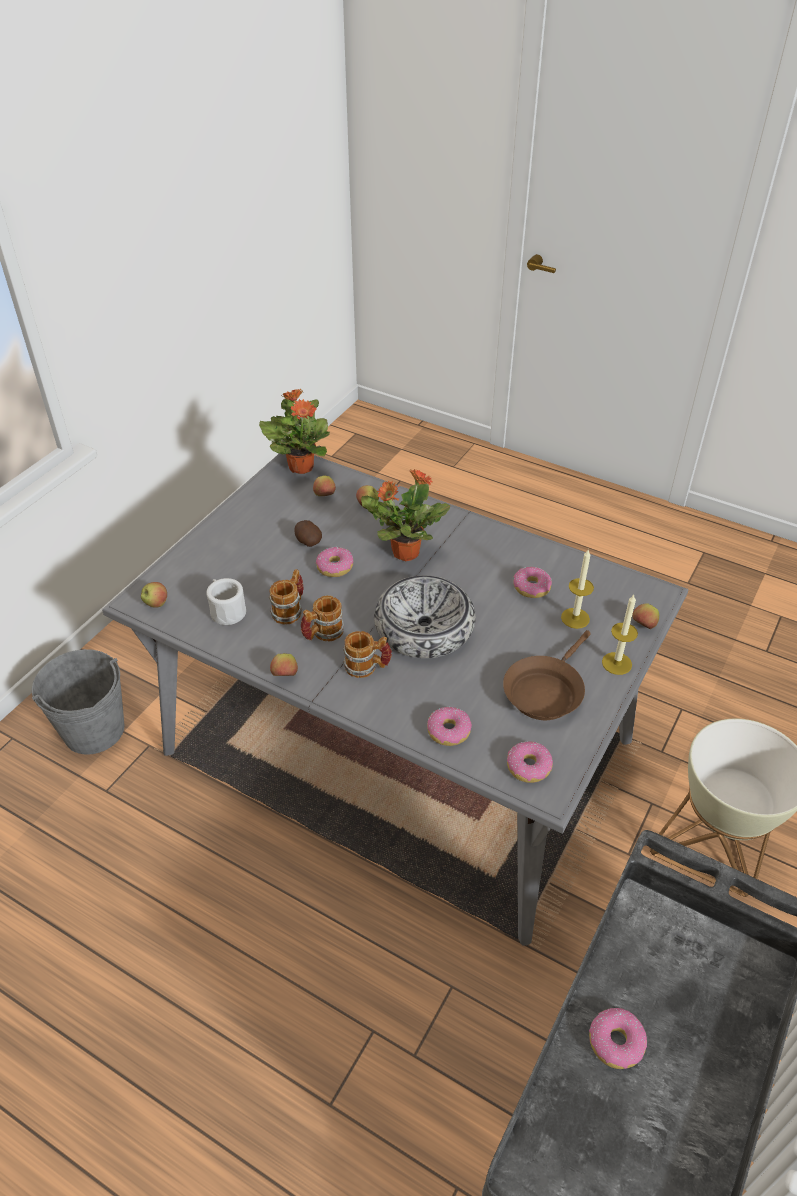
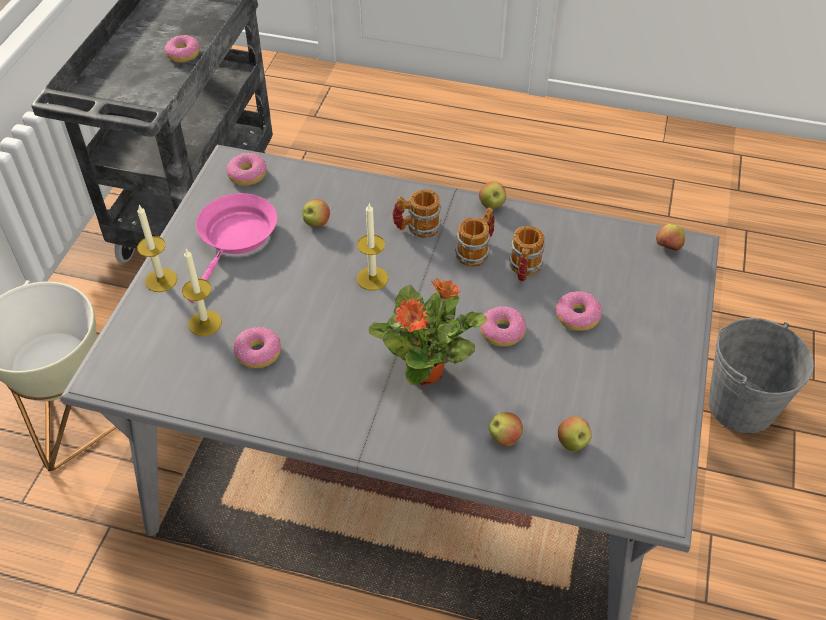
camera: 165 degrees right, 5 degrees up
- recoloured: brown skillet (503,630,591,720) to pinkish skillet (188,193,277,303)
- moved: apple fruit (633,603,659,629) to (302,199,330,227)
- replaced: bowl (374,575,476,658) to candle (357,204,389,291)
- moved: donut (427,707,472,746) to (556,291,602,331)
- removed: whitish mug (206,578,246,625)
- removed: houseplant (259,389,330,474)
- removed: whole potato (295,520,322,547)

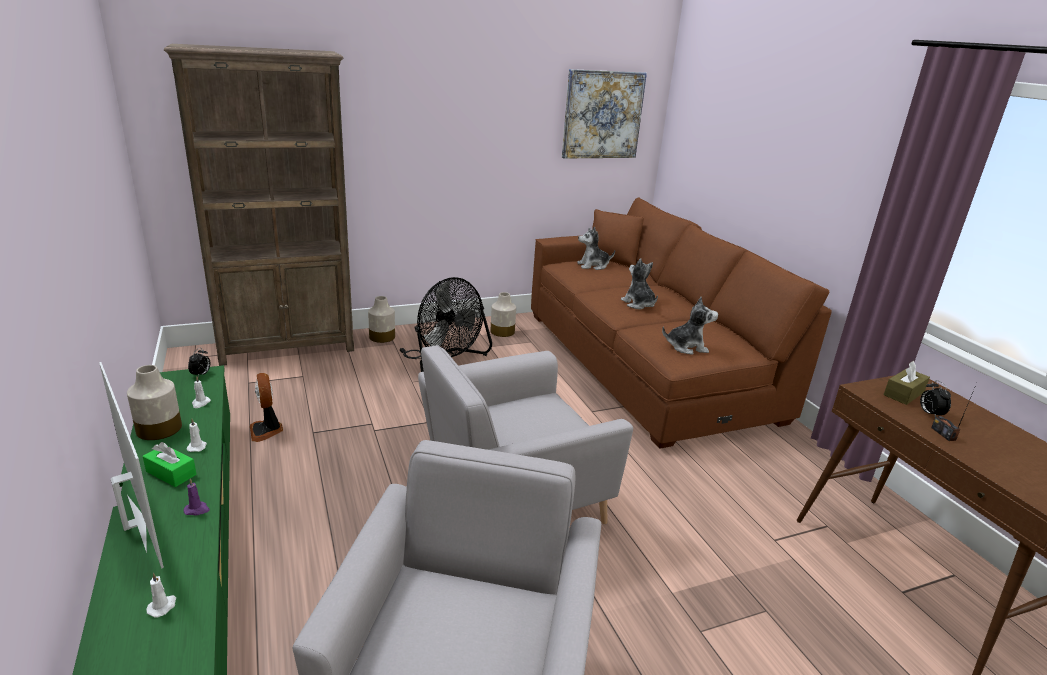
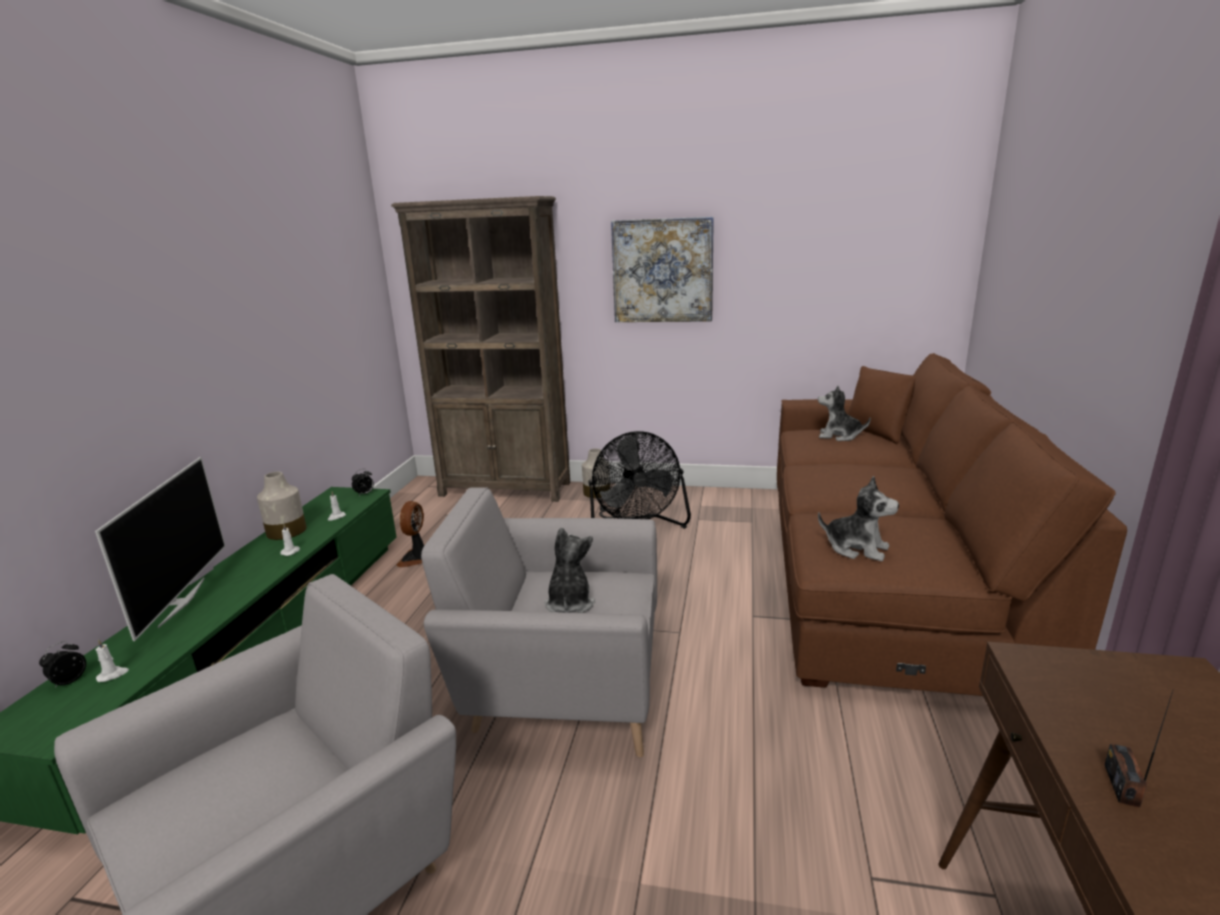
camera: 35 degrees right, 5 degrees down
- moved: alarm clock (920,380,951,417) to (39,641,86,688)
- moved: plush toy (621,258,658,309) to (545,528,595,613)
- moved: wall picture (562,69,647,158) to (611,217,714,322)
- removed: green-coloured box of tissues (143,442,197,487)
- removed: purplish candle (184,478,210,516)
- removed: sand-coloured flower vase (490,292,516,337)
- removed: brown box of tissues (883,361,930,405)

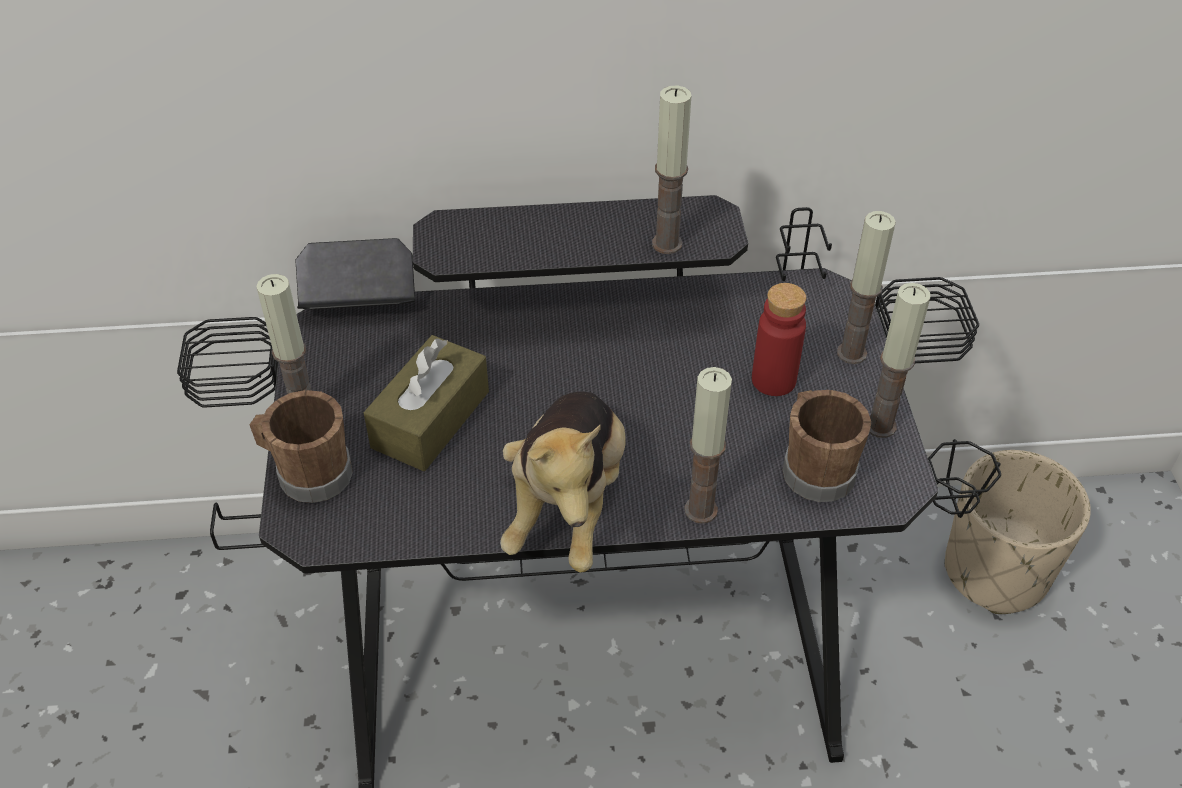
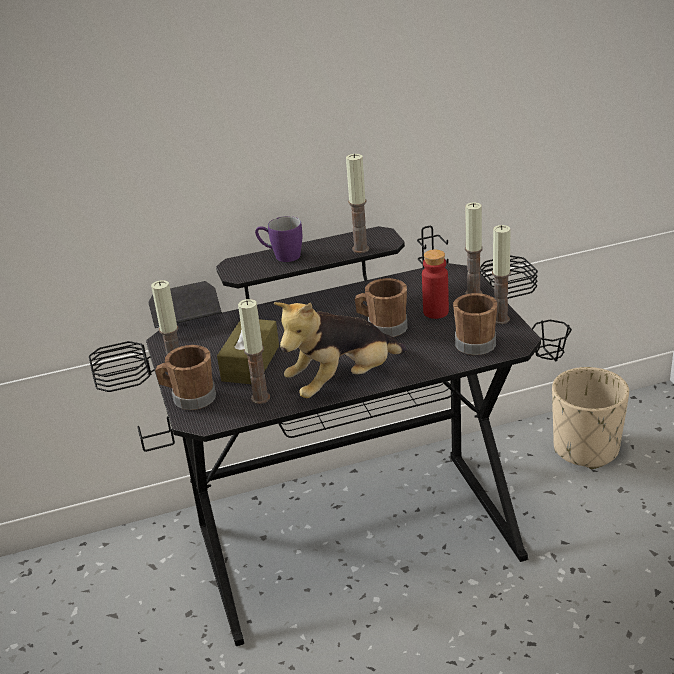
camera: 10 degrees left, 15 degrees down
- moved: candle (685,367,732,524) to (238,299,270,404)
- added: purplish mug (255,216,302,262)
- turned: plush toy (500,391,626,572) = (274,302,407,398) 60 degrees clockwise
- added: brown mug (355,278,408,337)

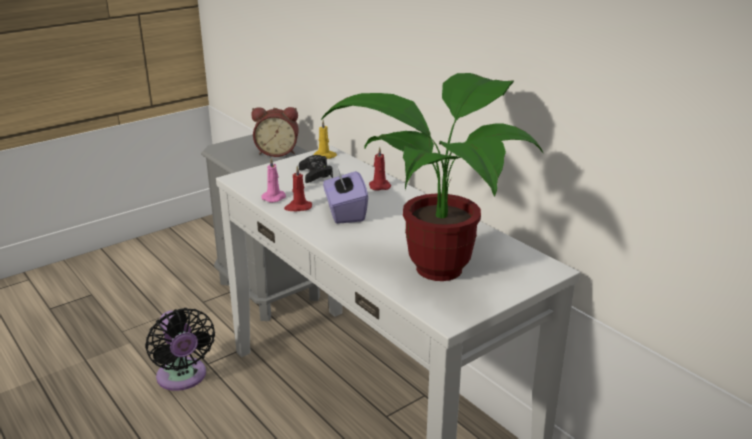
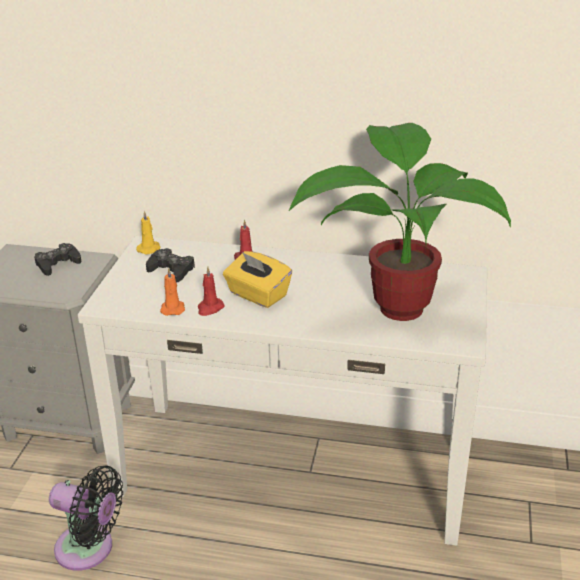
camera: 40 degrees left, 5 degrees up
- replaced: alarm clock (251,107,299,157) to black game controller (34,243,81,276)
- recoloured: pinkish candle (261,157,286,203) to orange candle (160,268,185,316)
- recoloured: purplish box of tissues (323,166,368,224) to yellowish box of tissues (223,251,292,308)

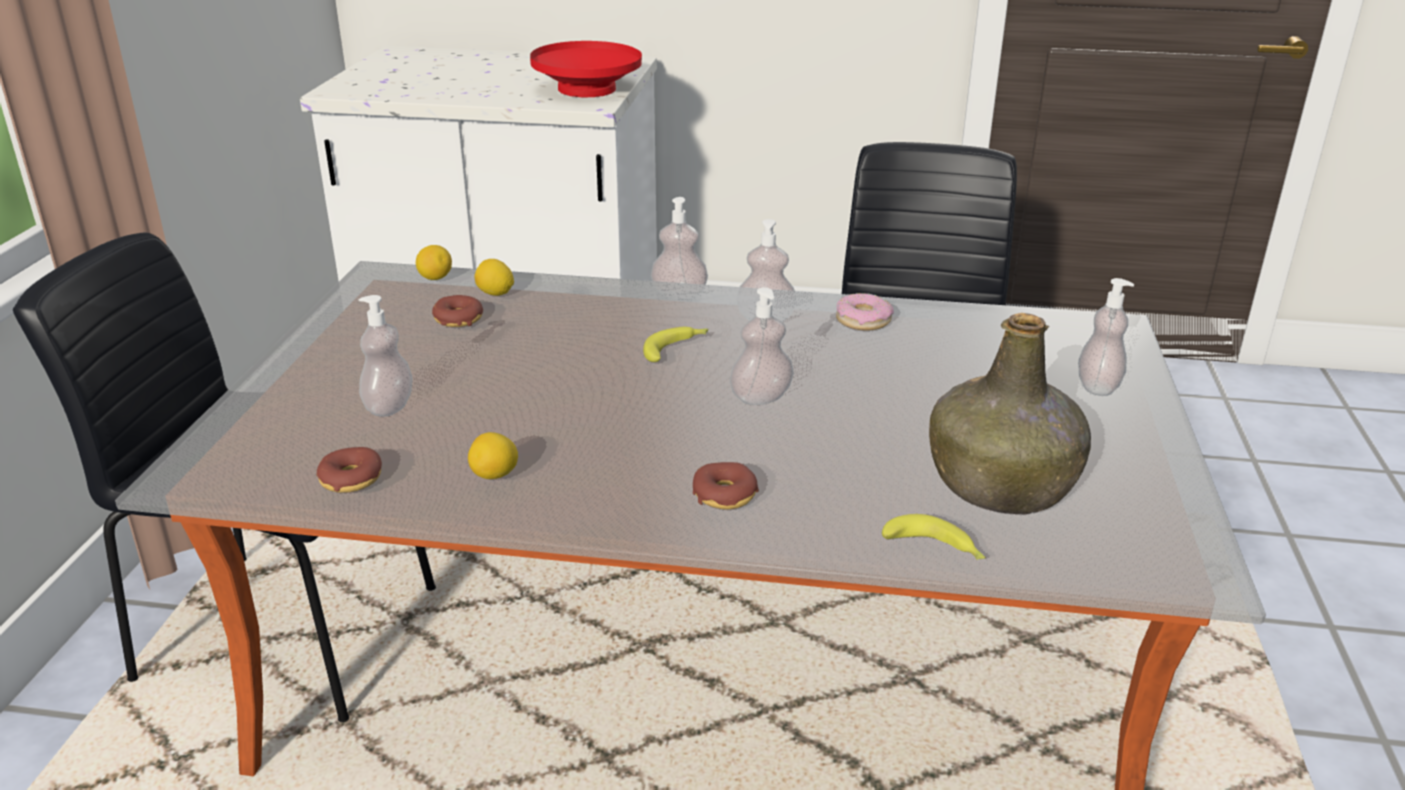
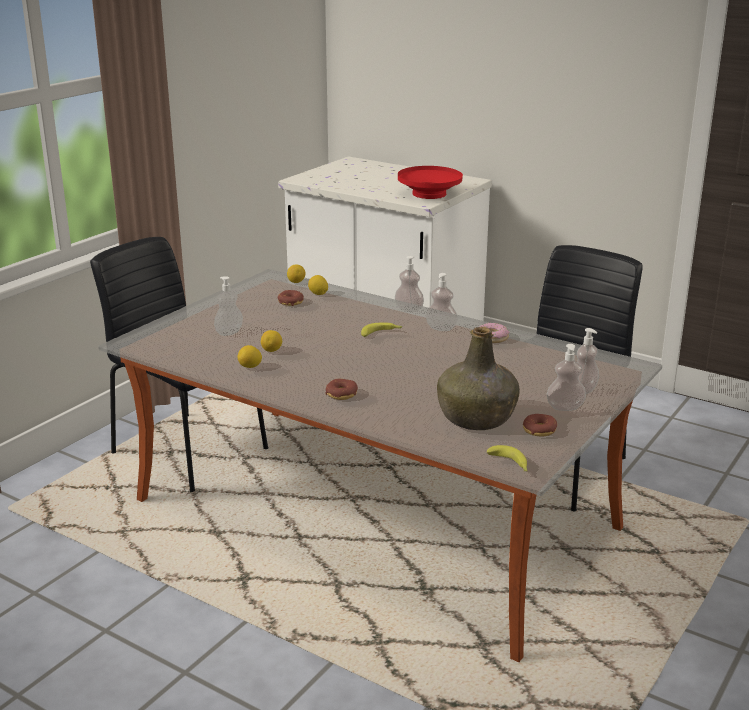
camera: 25 degrees right, 5 degrees down
- added: whole lemon (261,330,282,352)
- moved: banana fruit (882,514,986,560) to (487,445,528,471)
- moved: donut (316,447,382,493) to (523,414,557,437)
- moved: soap bottle (730,287,794,405) to (547,344,586,411)

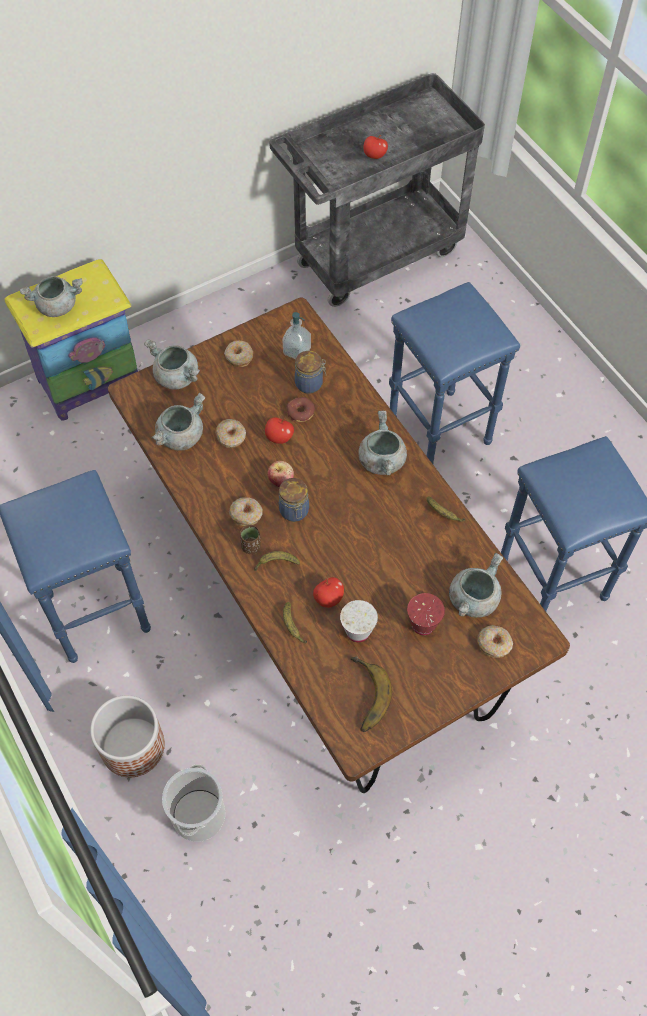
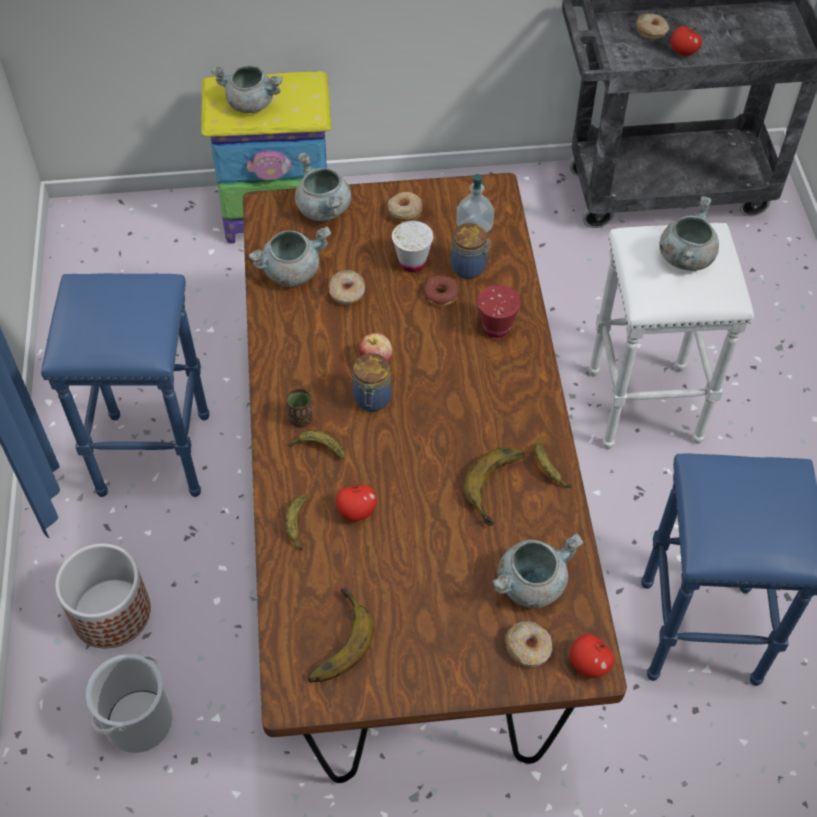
camera: 25 degrees right, 5 degrees down
- moved: whitish small cup (340,600,378,642) to (392,221,434,272)
- added: banana fruit (463,447,525,526)
- moved: reddish small cup (407,593,445,635) to (477,285,521,338)
- moved: apple fruit (265,417,294,444) to (570,634,615,678)
- recoloured: blue sitting stool (389,282,520,464) to whitish sitting stool (589,223,754,449)
- moved: donut (229,497,263,526) to (636,13,669,40)
- moved: greyish cooking pot (358,411,407,475) to (659,196,719,271)

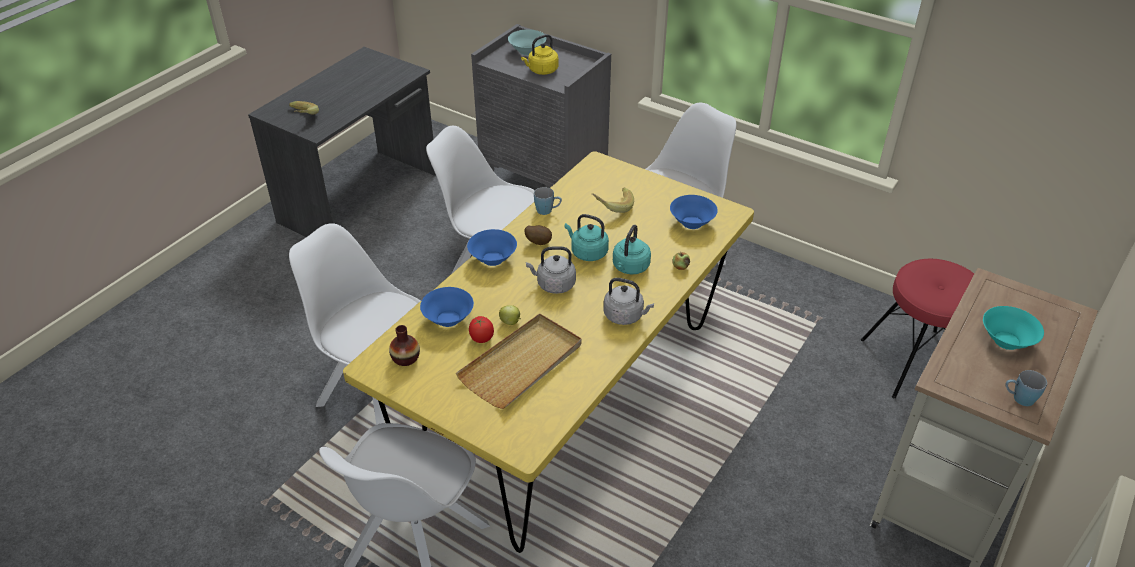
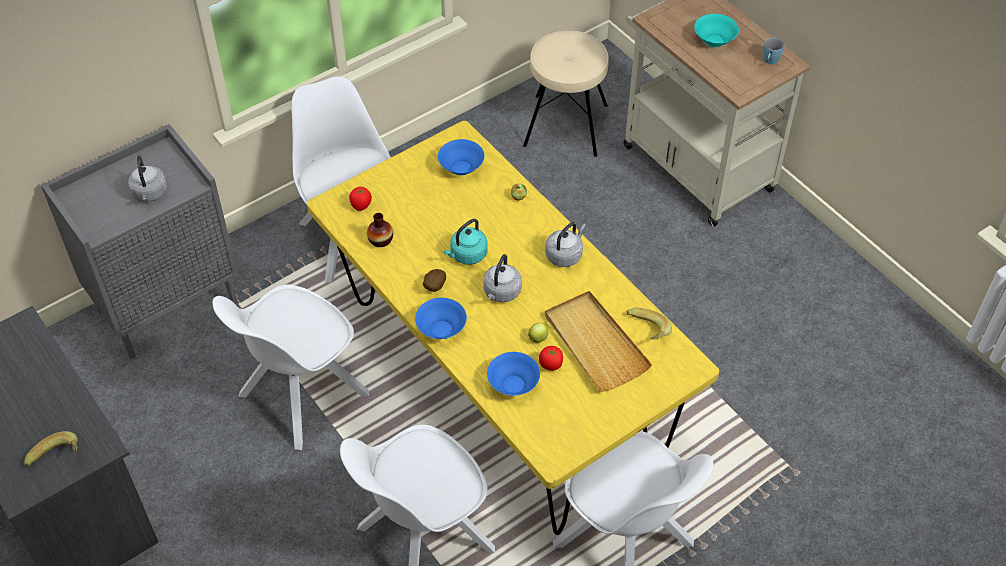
camera: 70 degrees left, 10 degrees up
- recoloured: yellowish water kettle (521,34,559,75) to greyish water kettle (128,155,167,202)
- added: tomato (349,187,372,211)
- moved: flower vase (389,325,420,366) to (367,213,393,247)
- recoloured: reddish sitting stool (861,259,974,398) to sand-coloured sitting stool (523,31,609,157)
- moved: banana fruit (592,188,634,213) to (627,308,672,339)
- removed: turquoise bowl (508,29,546,55)
- removed: blue mug (534,187,562,215)
- removed: turquoise water kettle (613,225,651,274)

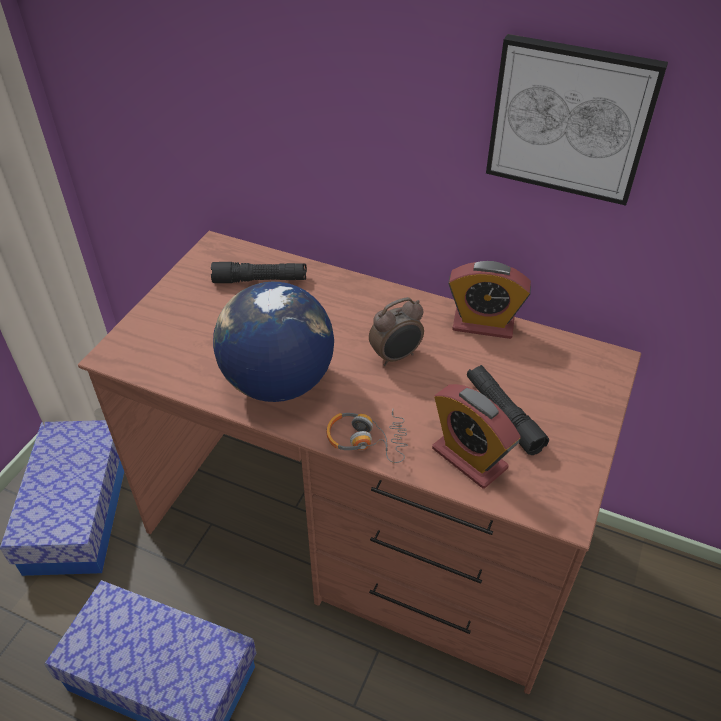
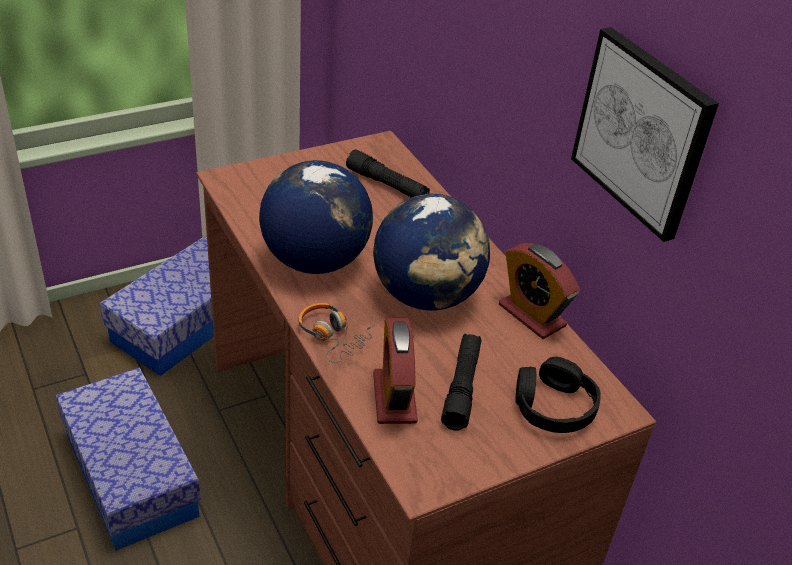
camera: 35 degrees right, 5 degrees down
- replaced: alarm clock (369,297,424,366) to world globe (373,194,490,311)
- added: black headset (515,357,601,433)

